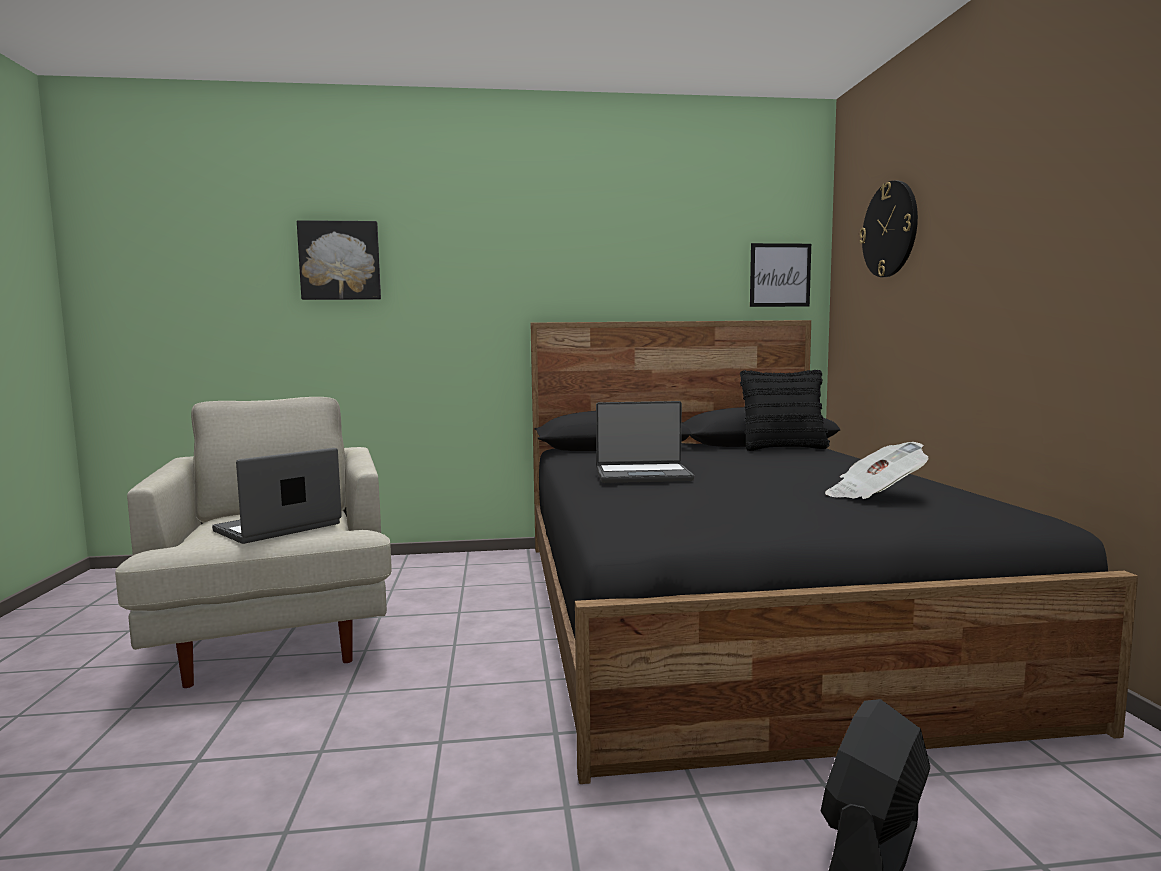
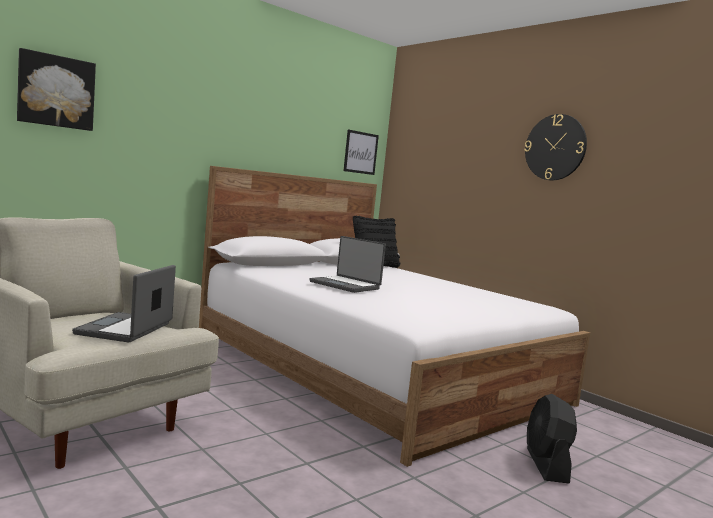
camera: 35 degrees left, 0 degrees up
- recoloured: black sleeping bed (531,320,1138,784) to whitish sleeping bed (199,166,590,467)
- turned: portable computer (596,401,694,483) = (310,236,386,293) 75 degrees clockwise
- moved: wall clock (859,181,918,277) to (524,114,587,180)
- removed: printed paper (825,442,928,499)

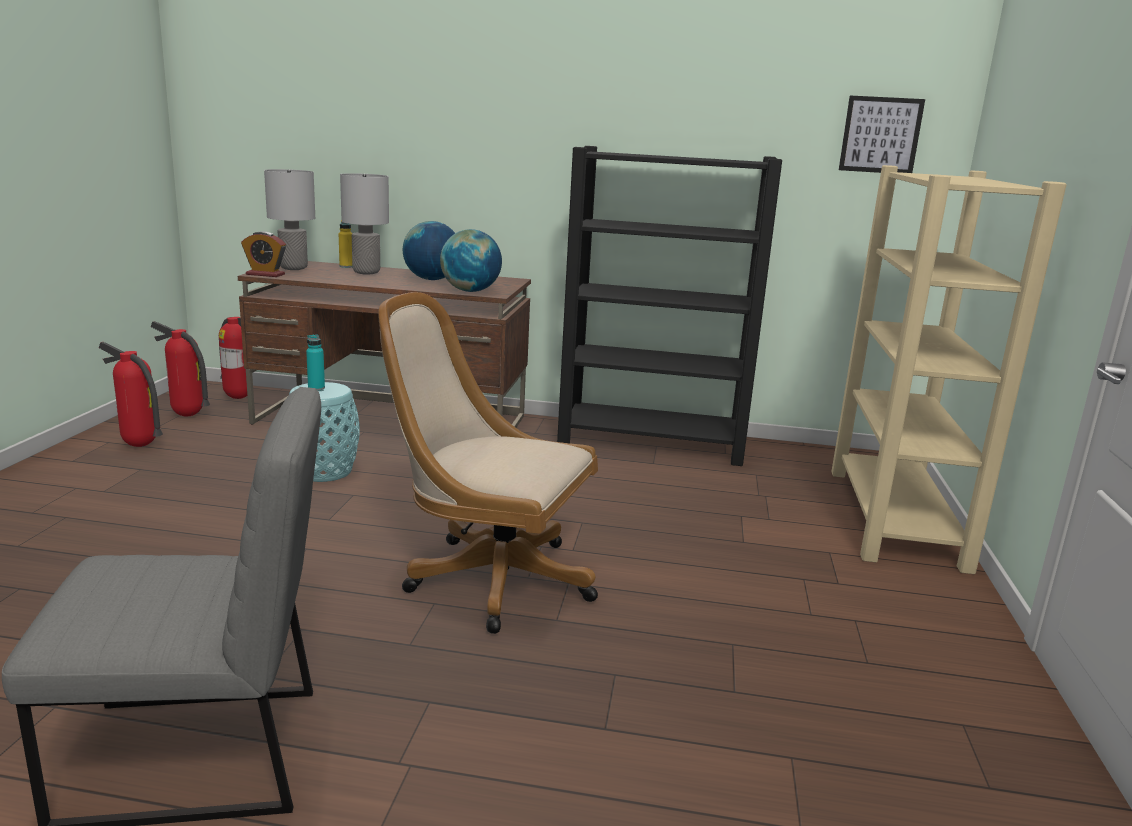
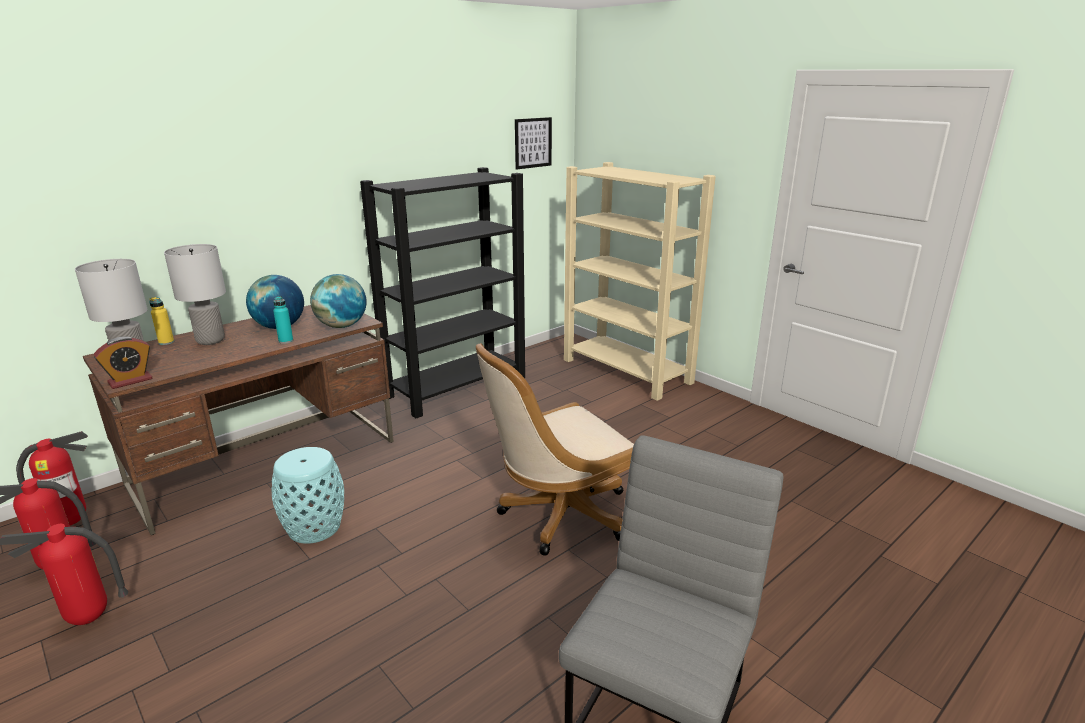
camera: 50 degrees left, 5 degrees up
- moved: turquoise beverage bottle (306,334,325,391) to (273,296,293,344)

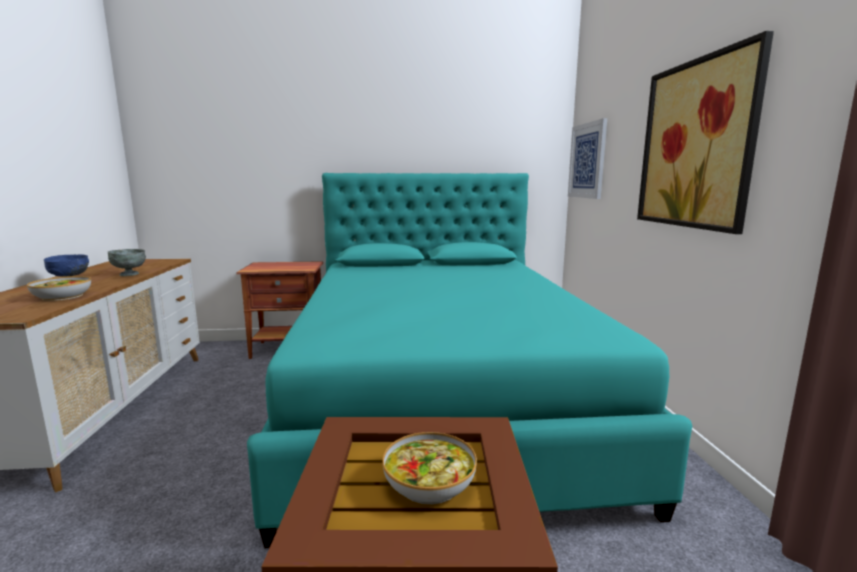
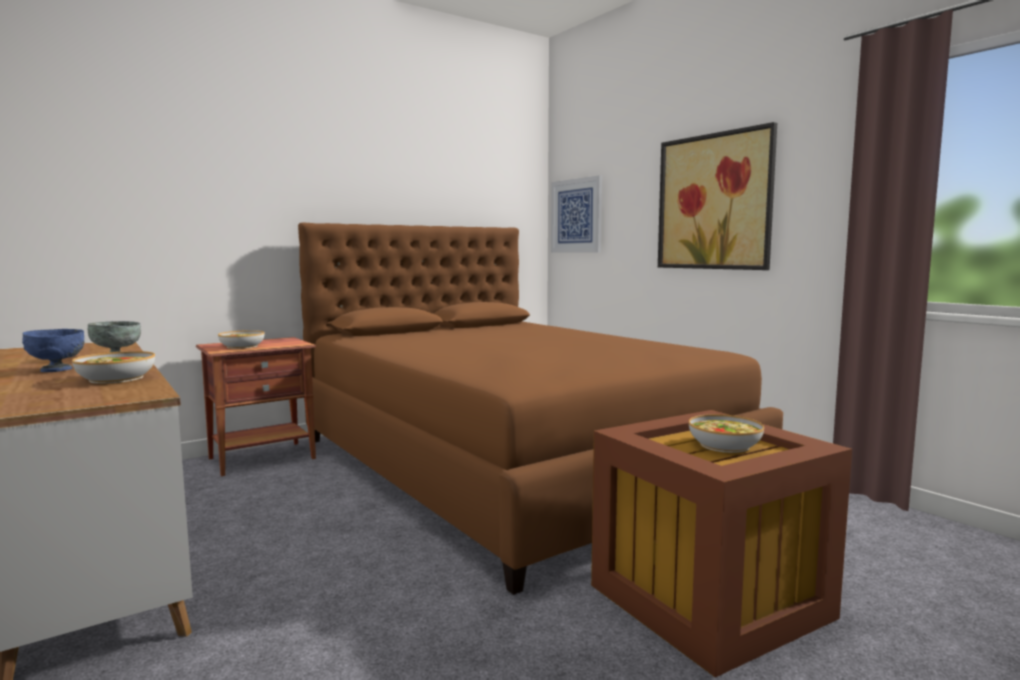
camera: 30 degrees left, 5 degrees down
- added: bowl (218,330,265,349)
- recoloured: turquoise sleeping bed (247,173,692,549) to brown sleeping bed (298,223,783,595)

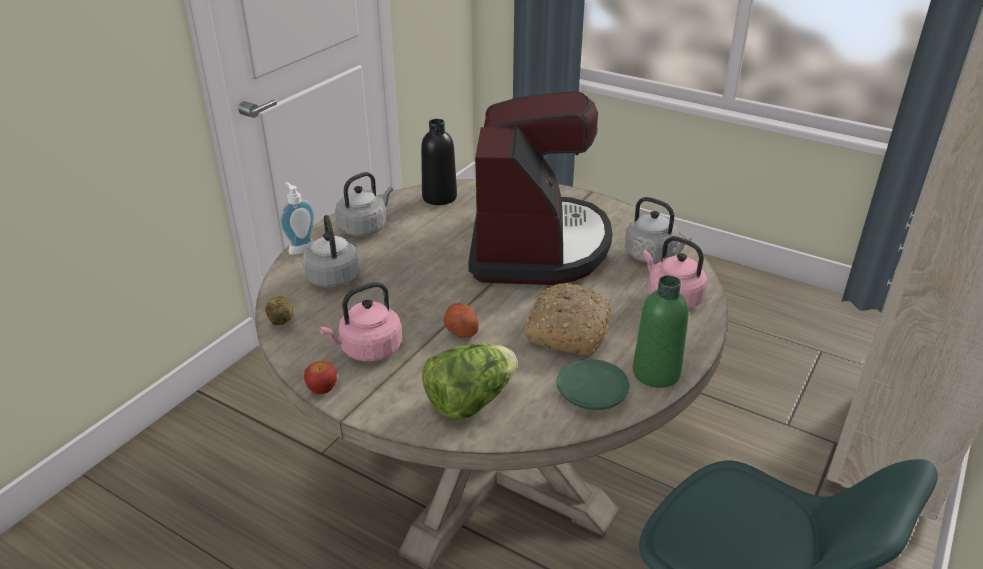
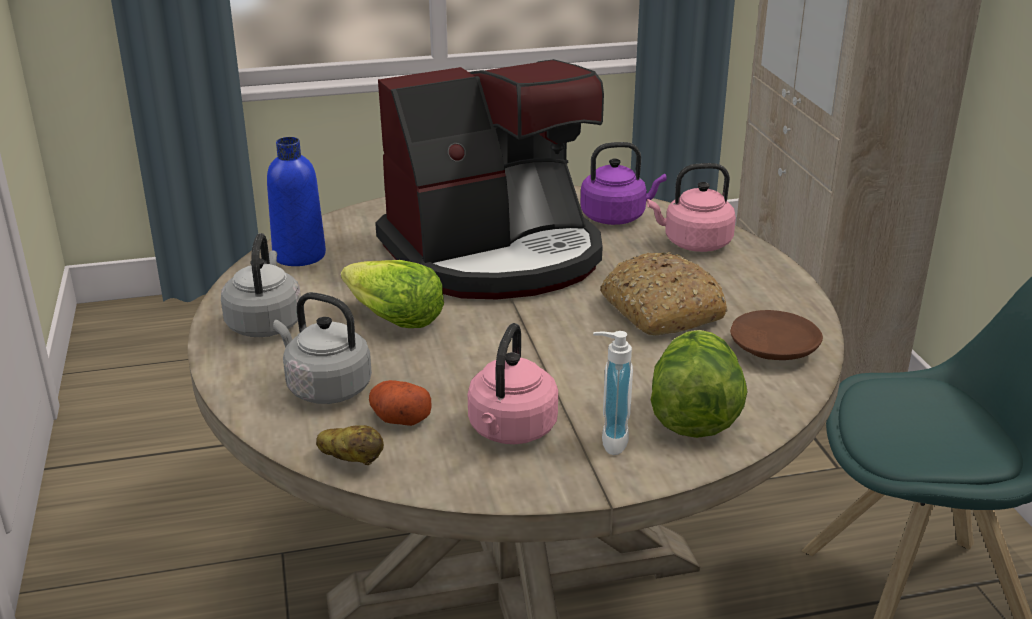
camera: 45 degrees left, 5 degrees down
- recoloured: black beverage bottle (421,119,457,205) to blue beverage bottle (267,137,326,266)
- added: head of lettuce (341,260,444,328)
- moved: whole potato (444,303,479,338) to (369,380,432,426)
- turned: coffee brewer (468,91,612,285) = (375,59,604,299) 105 degrees clockwise
- recoloured: greyish water kettle (625,197,691,264) to purplish water kettle (580,142,667,225)
- moved: soap bottle (280,182,315,255) to (593,331,633,455)
- recoloured: green-coloured plate (556,359,630,410) to brown plate (730,310,823,360)
- removed: apple fruit (304,361,337,394)
- removed: green-coloured beverage bottle (633,275,688,388)

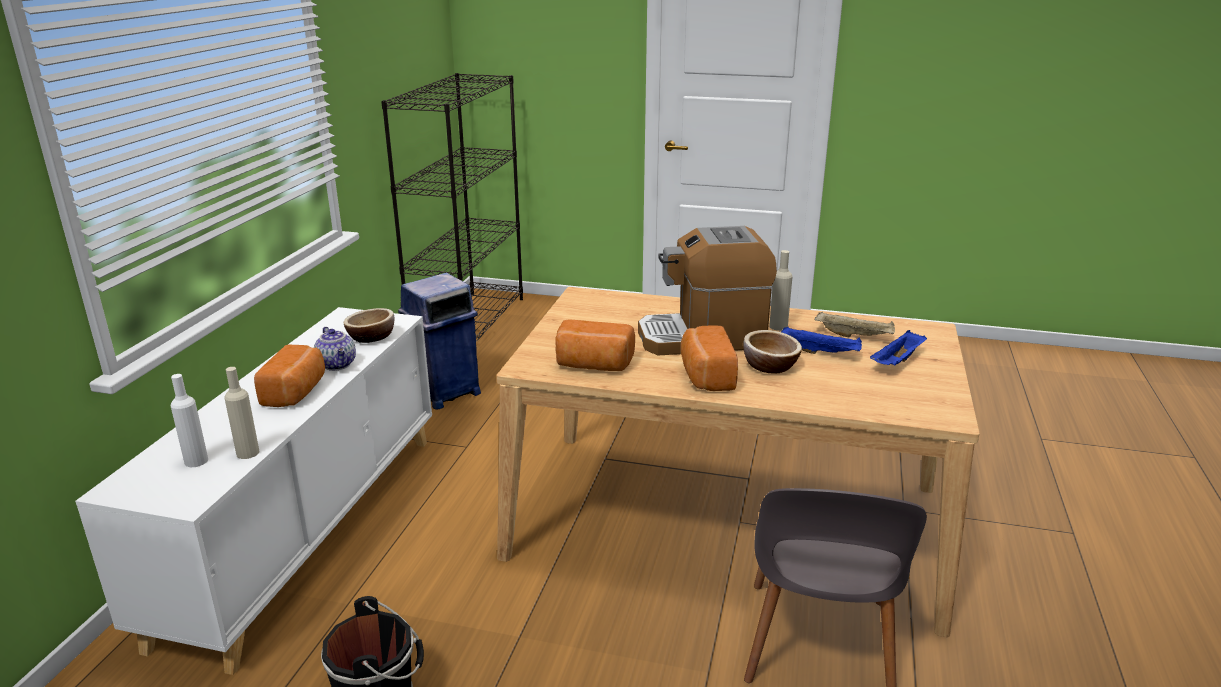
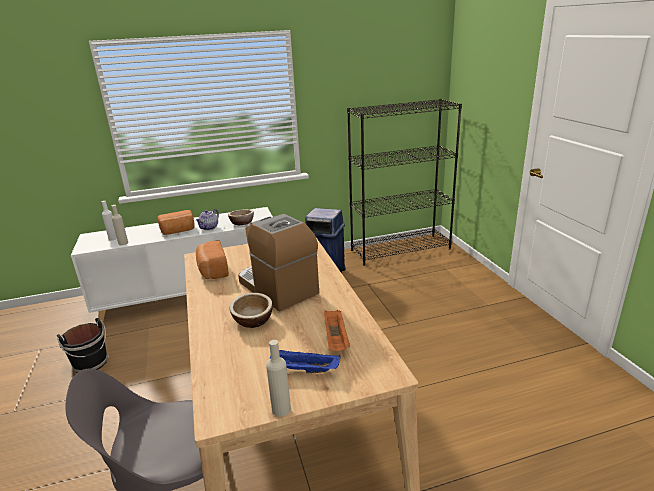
camera: 60 degrees right, 0 degrees up
- moved: sand-coloured beverage bottle (769,250,793,331) to (266,340,291,417)
- recoloured: sand-coloured tray (815,312,895,337) to orange tray (324,310,350,351)
- removed: bread (681,325,738,391)
- removed: blue tray (781,326,862,354)

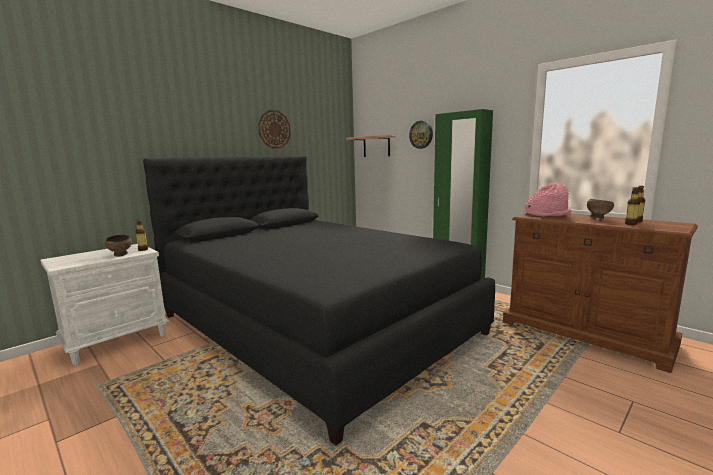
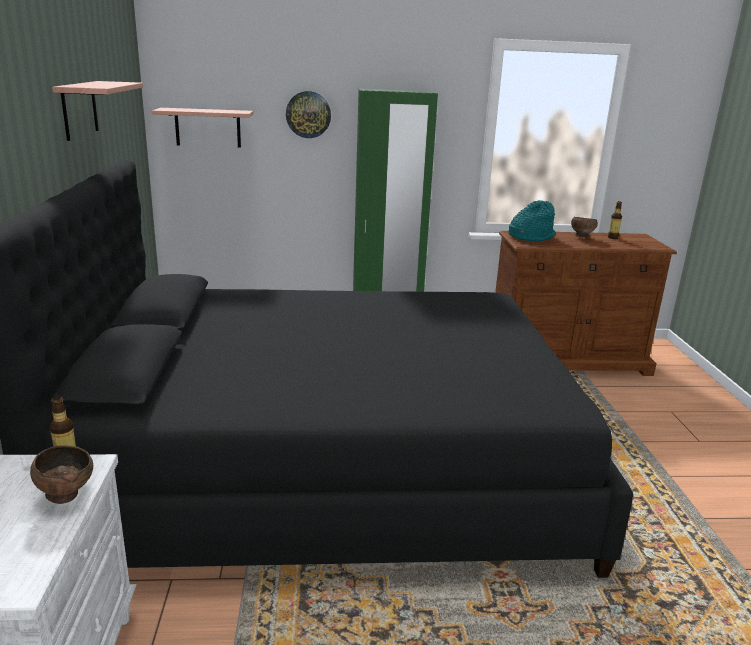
camera: 50 degrees left, 10 degrees up
- replaced: wall clock (258,110,291,149) to wall shelf (52,81,143,141)
- recoloured: pinkish hat (525,184,571,217) to turquoise hat (508,200,555,242)
- removed: beverage bottle (625,187,640,225)

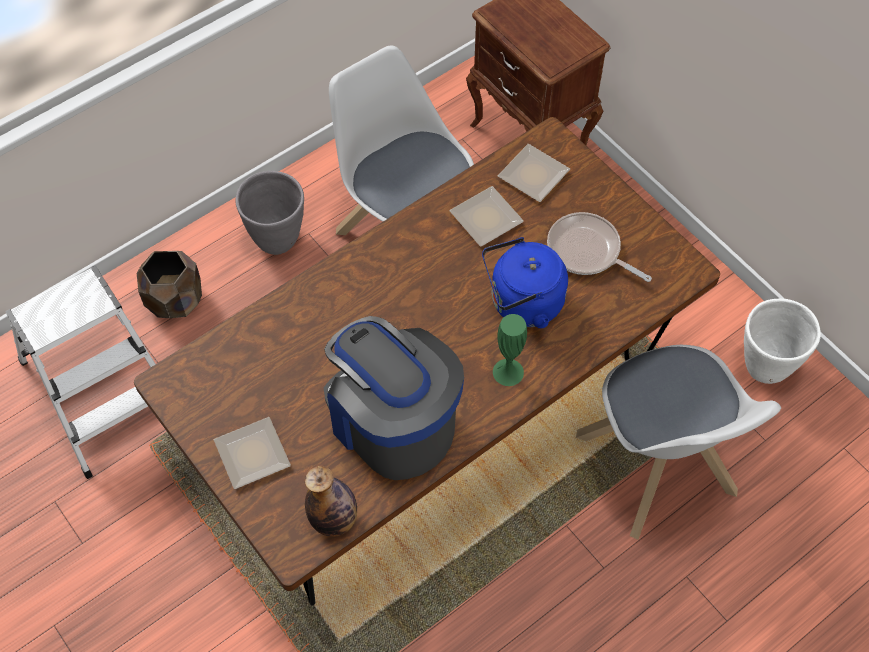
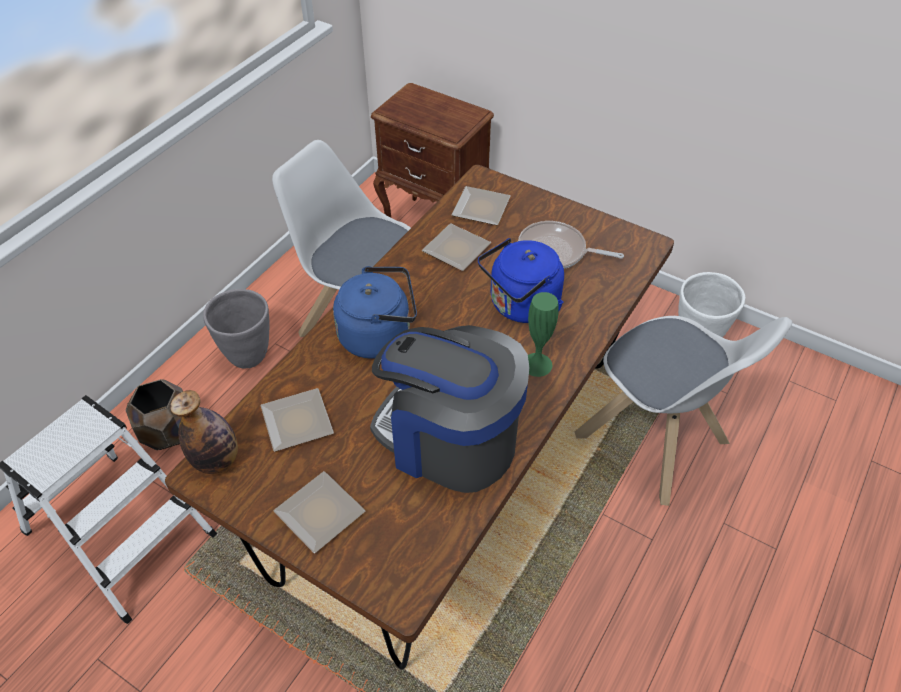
camera: 20 degrees left, 10 degrees down
- moved: beverage bottle (305,466,357,537) to (170,390,238,474)
- added: plate (260,388,334,452)
- added: blue water kettle (333,266,417,359)

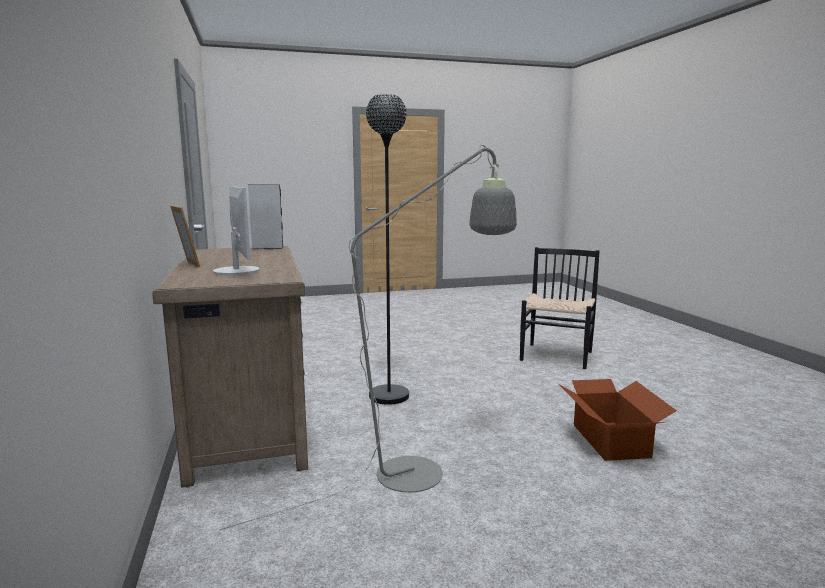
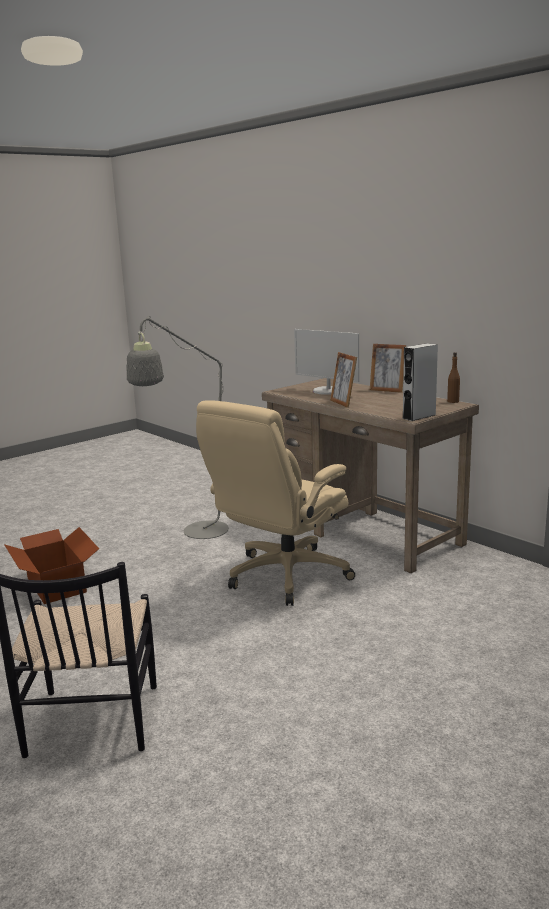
camera: 155 degrees right, 5 degrees up
- replaced: black standard lamp (366,94,409,405) to sand-coloured desk chair (196,400,355,606)
- added: photo frame (330,352,357,408)
- added: brown beverage bottle (447,352,460,403)

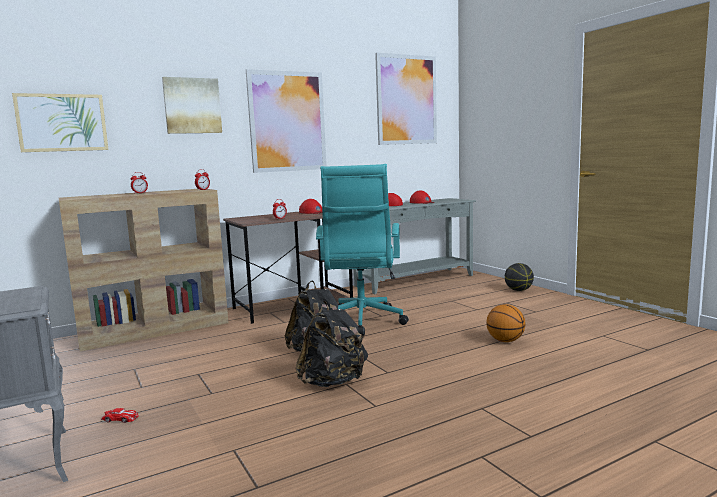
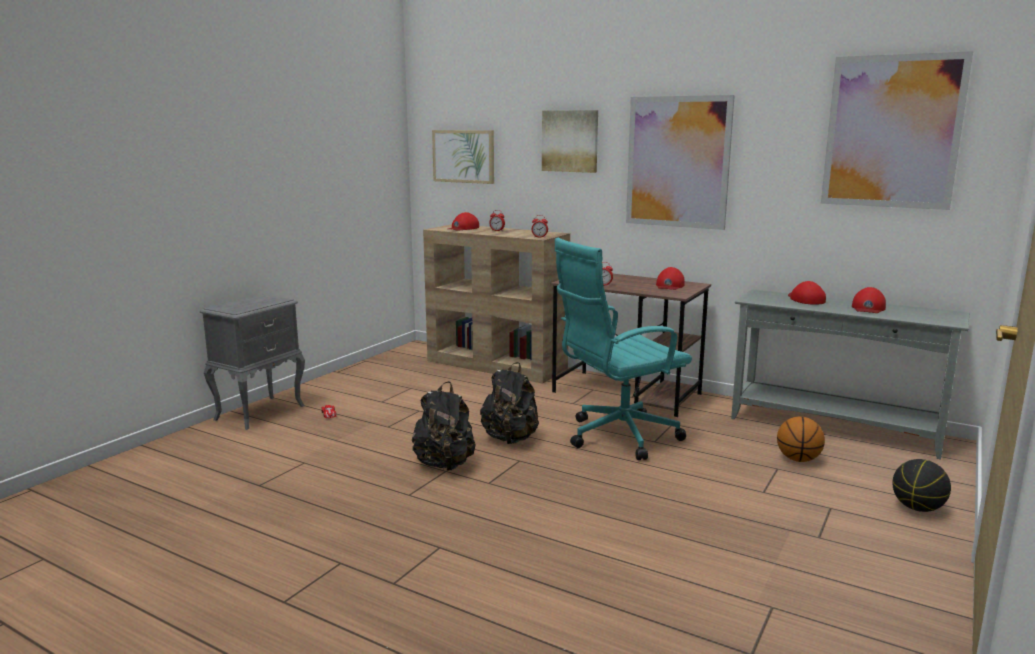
camera: 60 degrees right, 5 degrees up
- added: reddish peaked cap (448,212,479,230)
- moved: basketball (486,304,525,342) to (777,417,825,462)

